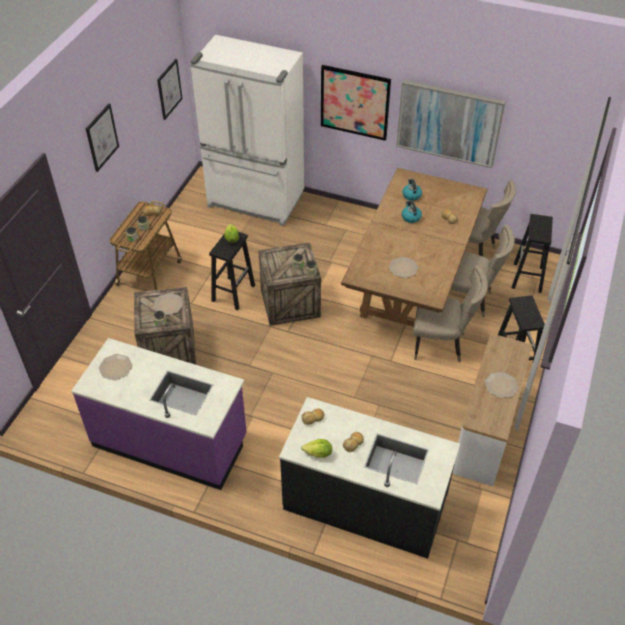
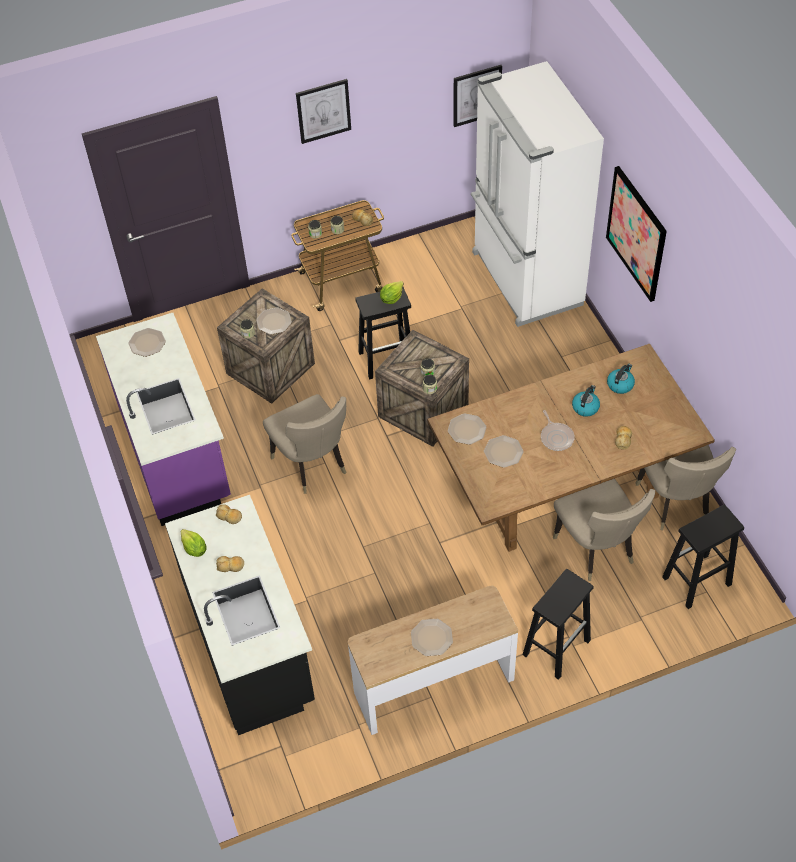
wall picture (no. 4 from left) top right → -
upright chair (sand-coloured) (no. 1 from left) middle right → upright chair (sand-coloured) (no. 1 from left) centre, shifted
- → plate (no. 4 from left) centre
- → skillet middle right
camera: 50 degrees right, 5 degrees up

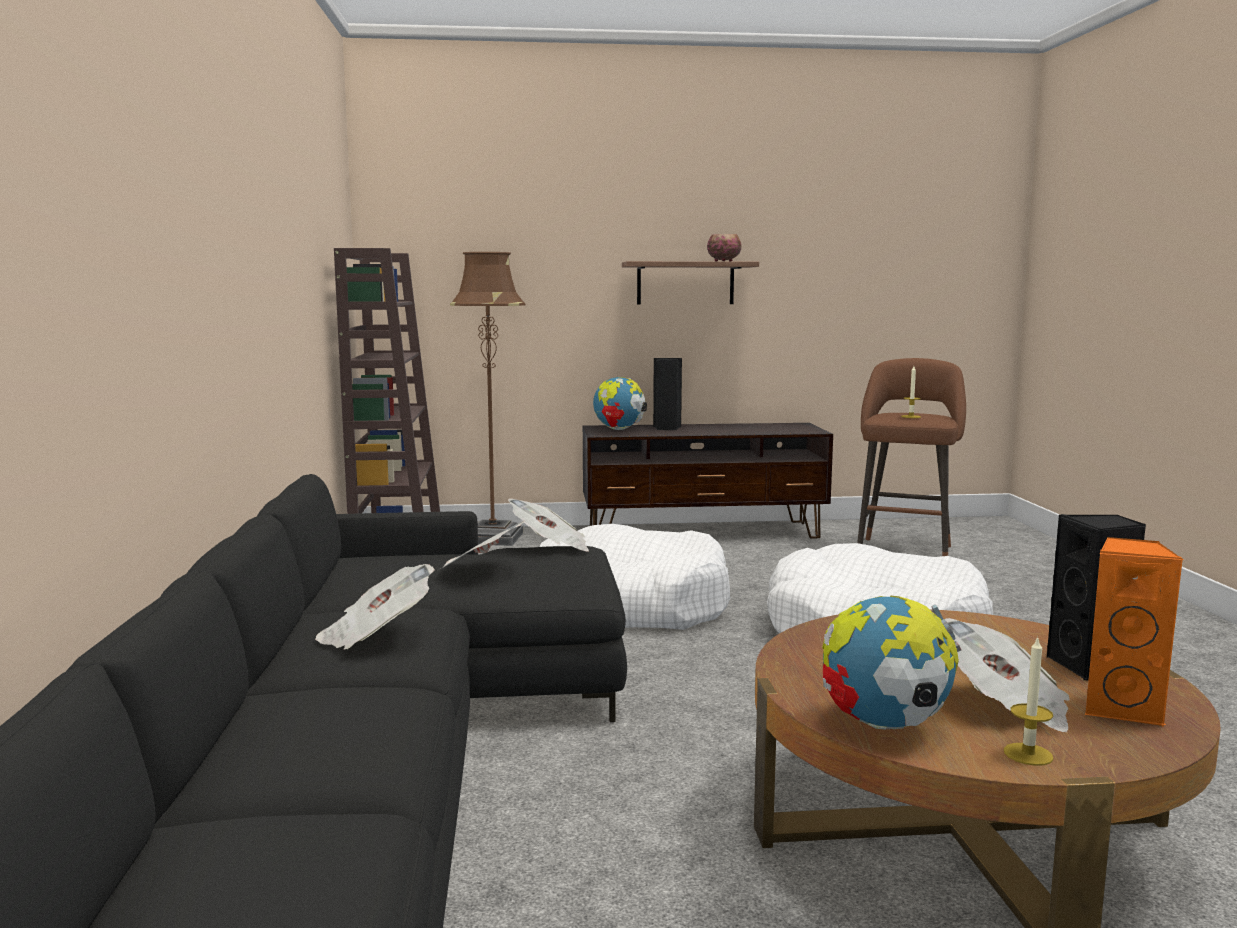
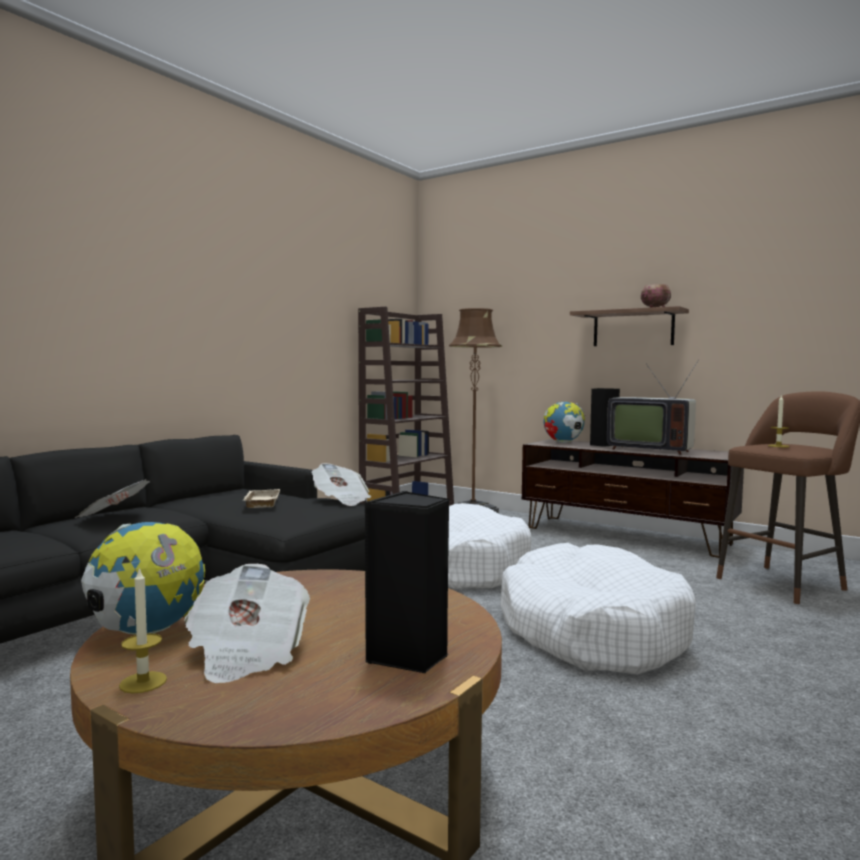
daily paper (no. 2 from left) centre → serving tray (sand-coloured) middle left
audio speaker (orange-coloured) bottom right → -
- → TV set middle right
camera: 40 degrees right, 5 degrees down

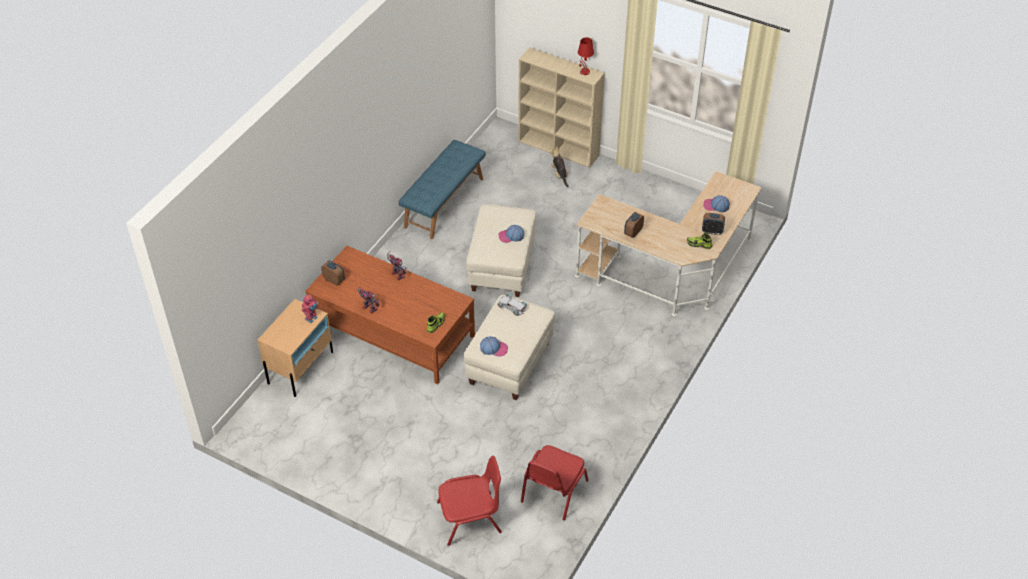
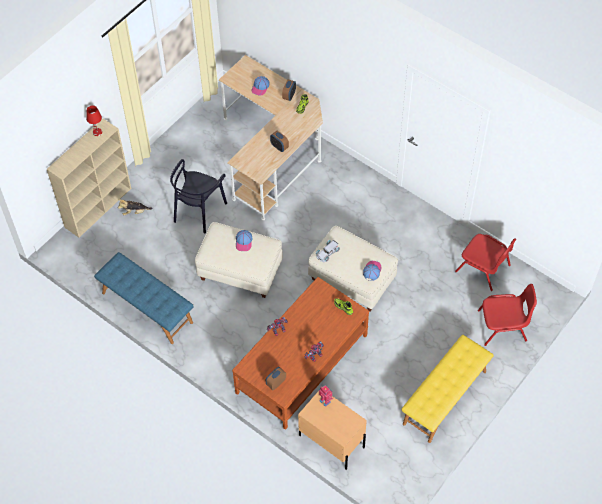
upright chair (red) (no. 1 from left in the first image) bottom centre → upright chair (red) (no. 2 from left) middle right, 90 degrees clockwise
- → upright chair (black-coloured) middle left
- → long seat (yellow) bottom right
camera: 80 degrees left, 10 degrees up

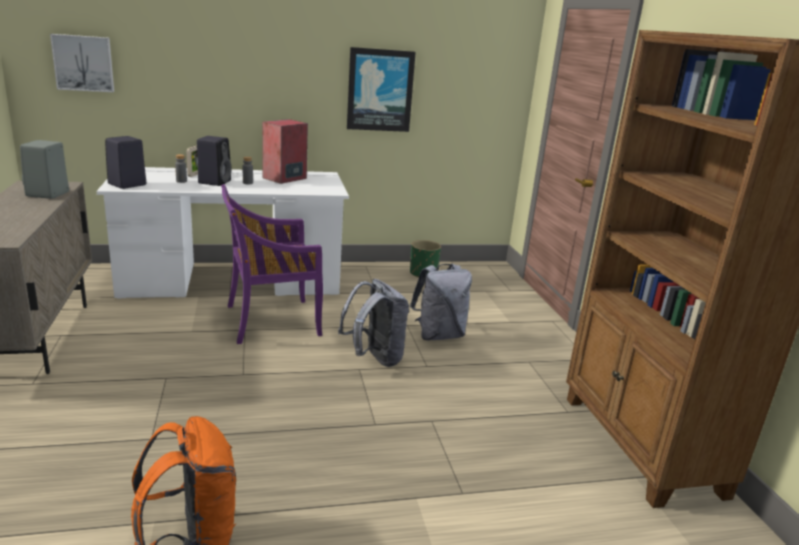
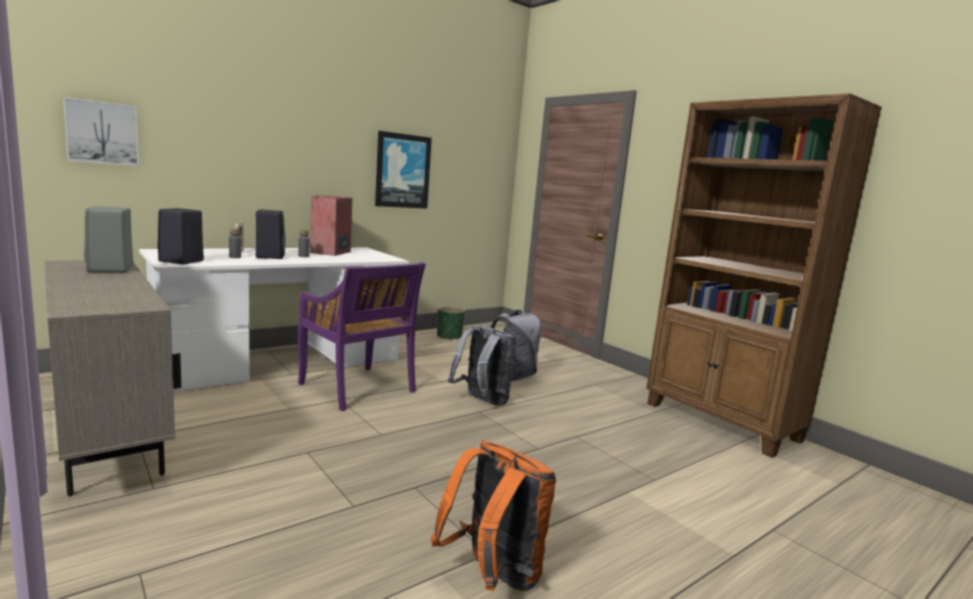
upright chair (purple) centre, 90 degrees counterclockwise
camera: 25 degrees left, 10 degrees down

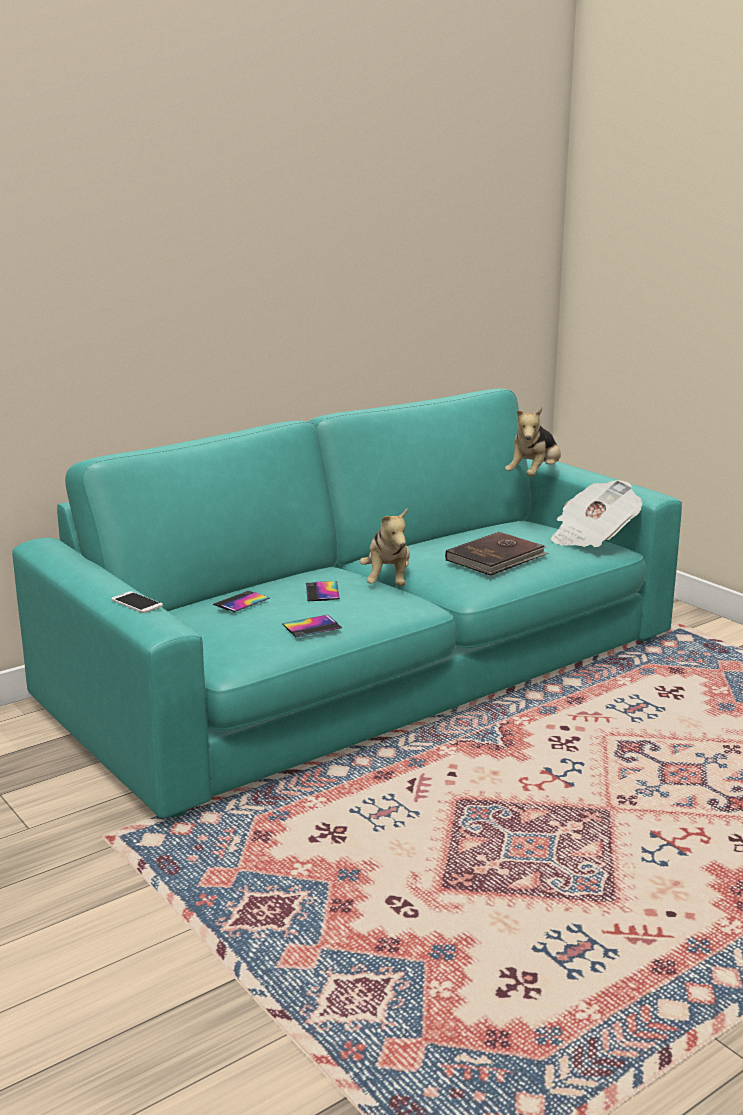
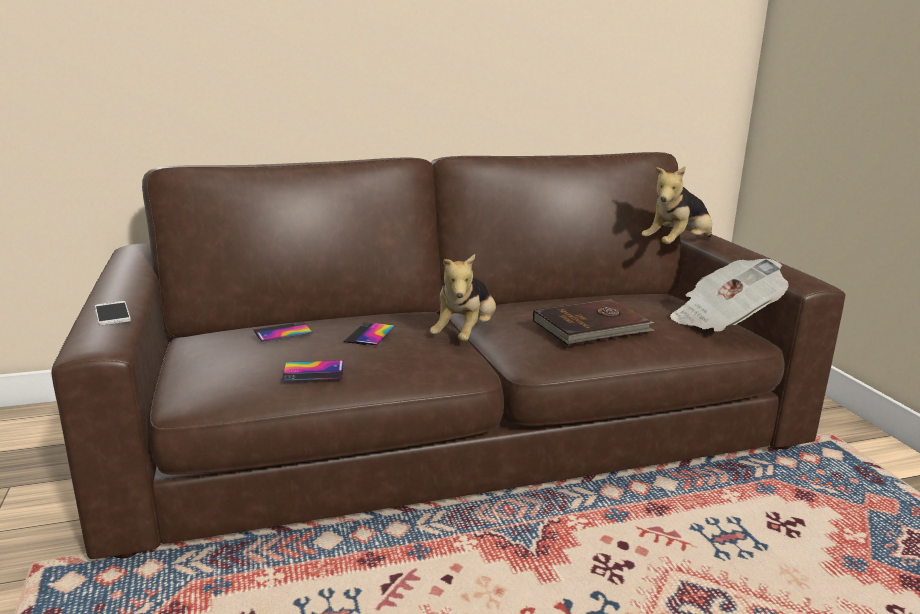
sofa (turquoise) centre → sofa (brown) centre
camera: 20 degrees right, 0 degrees up

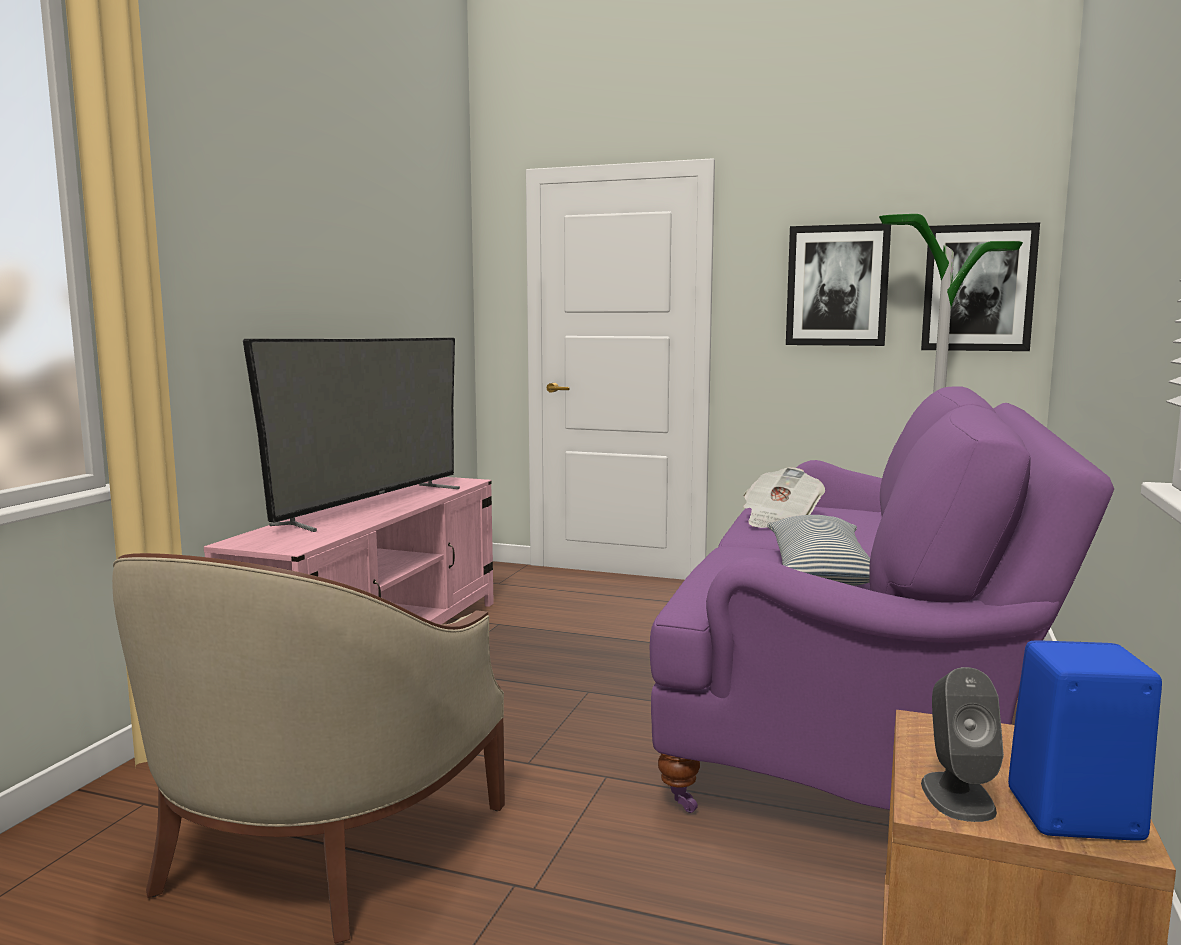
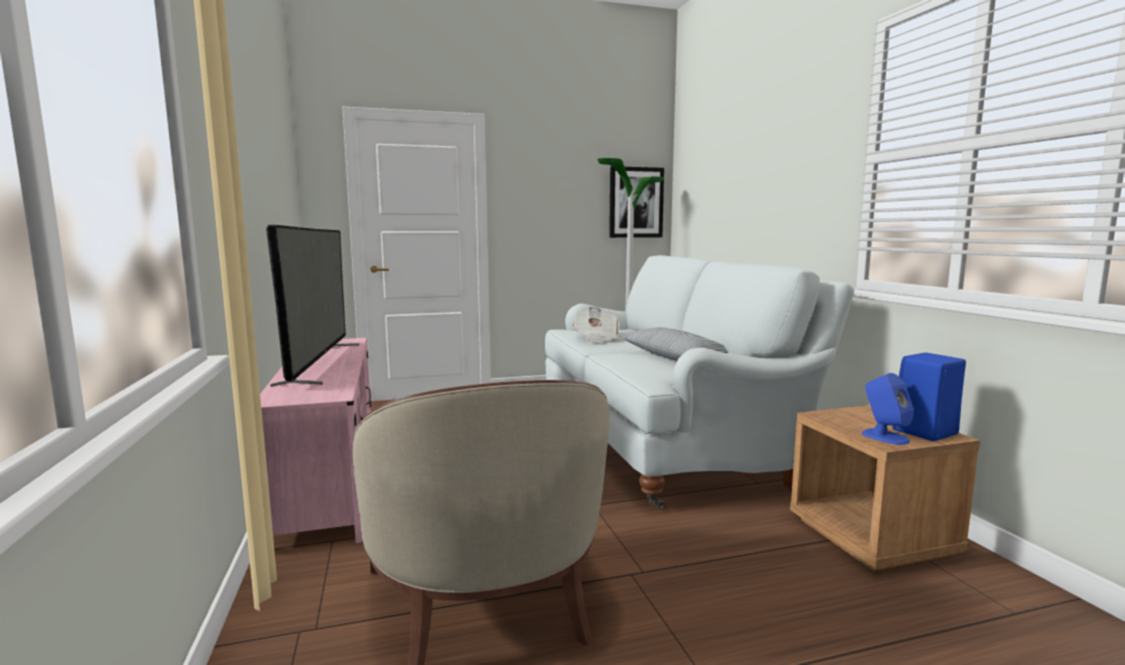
sofa (purple) middle right → sofa (whitish) centre
wall picture (no. 1 from left) top right → -
audio speaker (grey) bottom right → audio speaker (blue) (no. 1 from left) middle right
camera: 35 degrees left, 0 degrees up

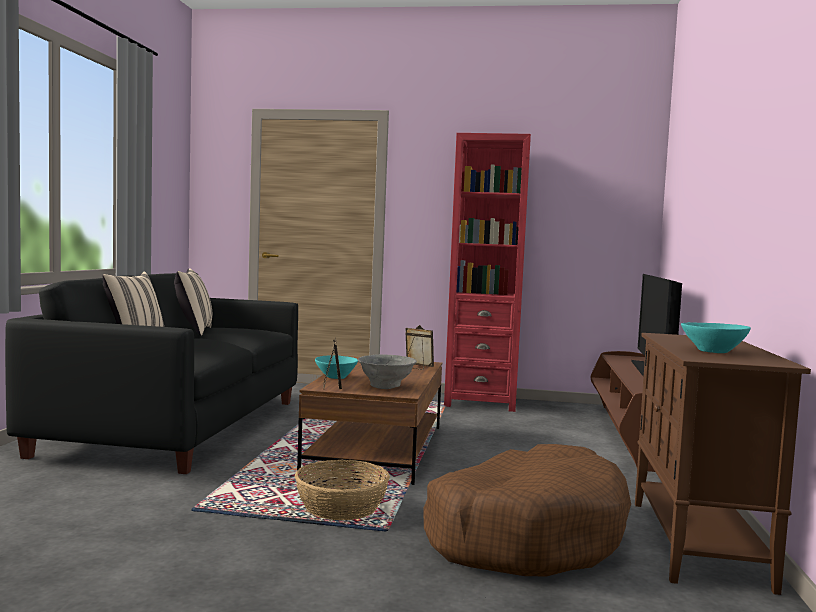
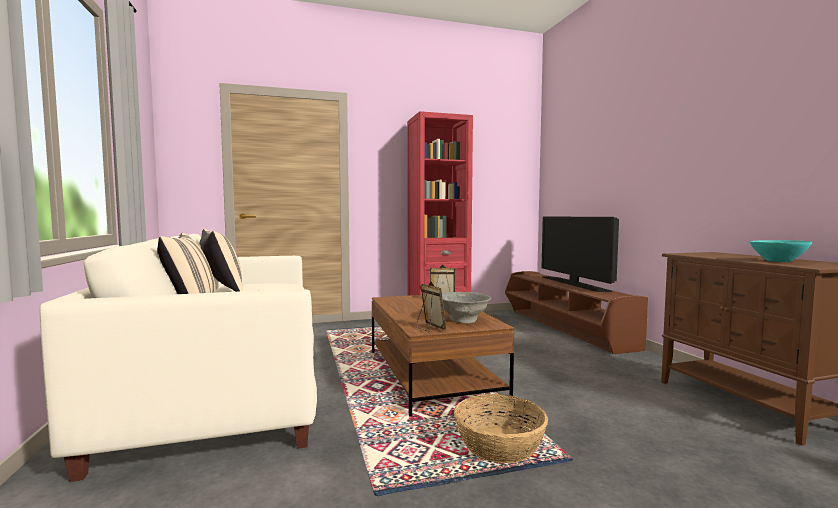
sofa (black-coloured) middle left → sofa (whitish) bottom left
deep dish (turquoise) (no. 1 from left) centre → -
dog cushion (brown) bottom centre → -
camera: 25 degrees left, 0 degrees up

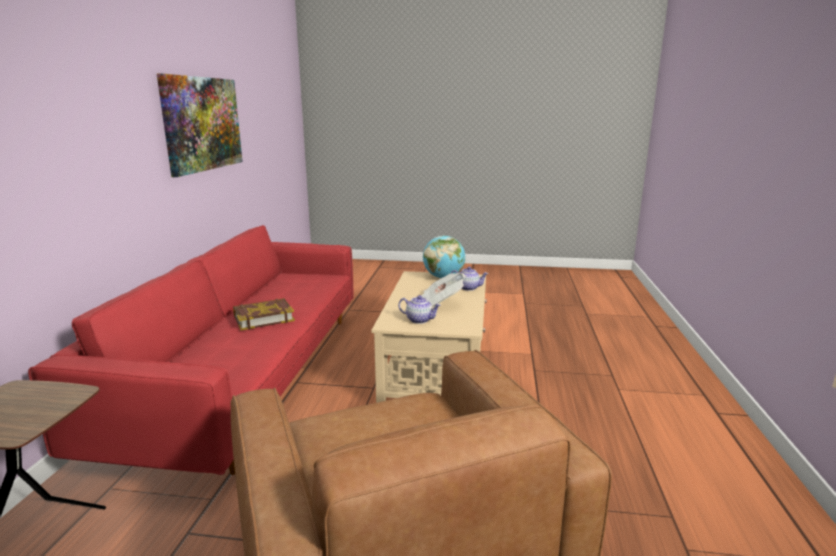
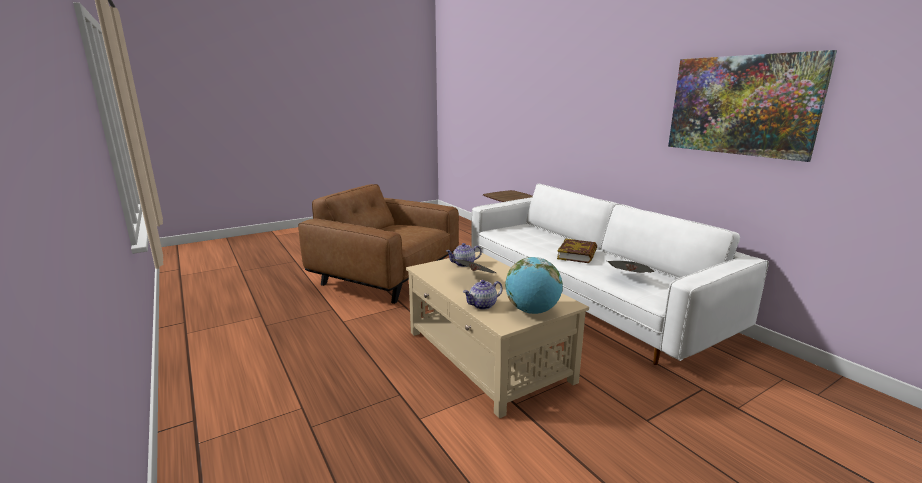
sofa (red) middle left → sofa (whitish) middle right
- → daily paper (no. 2 from left) middle right
camera: 140 degrees right, 0 degrees up

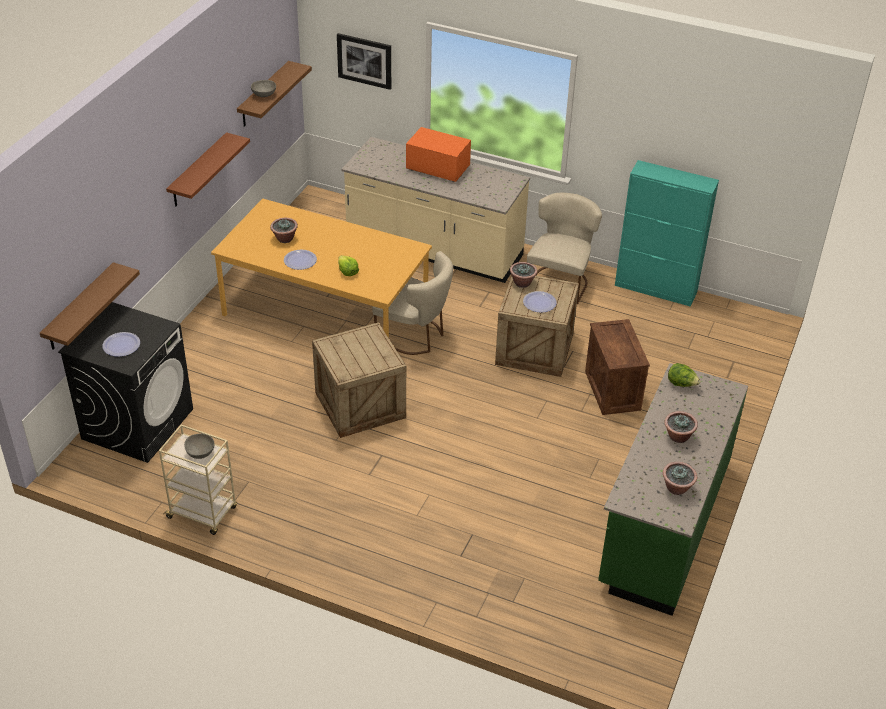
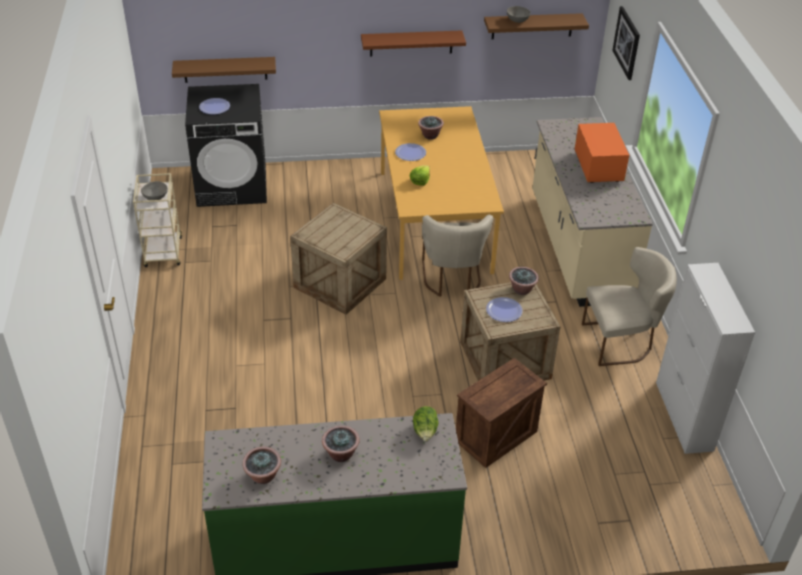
storage cabinet (turquoise) top right → storage cabinet (whitish) middle right
camera: 60 degrees right, 0 degrees up

